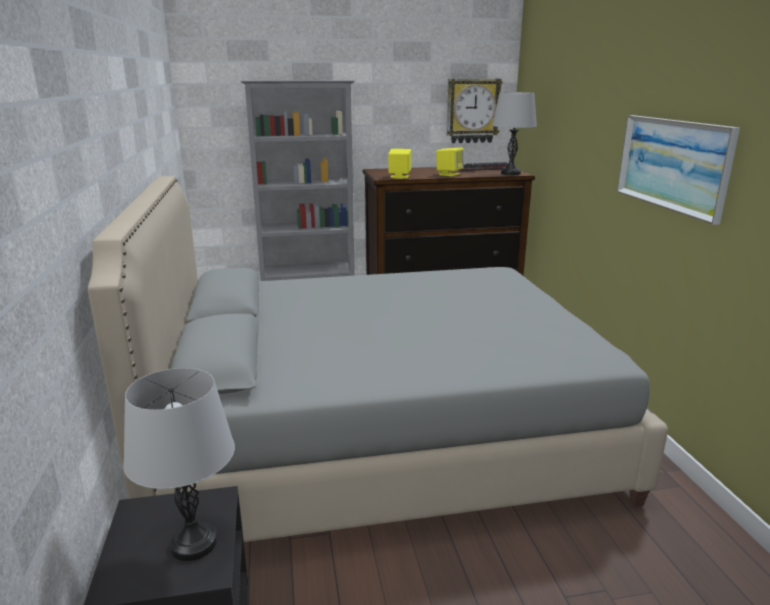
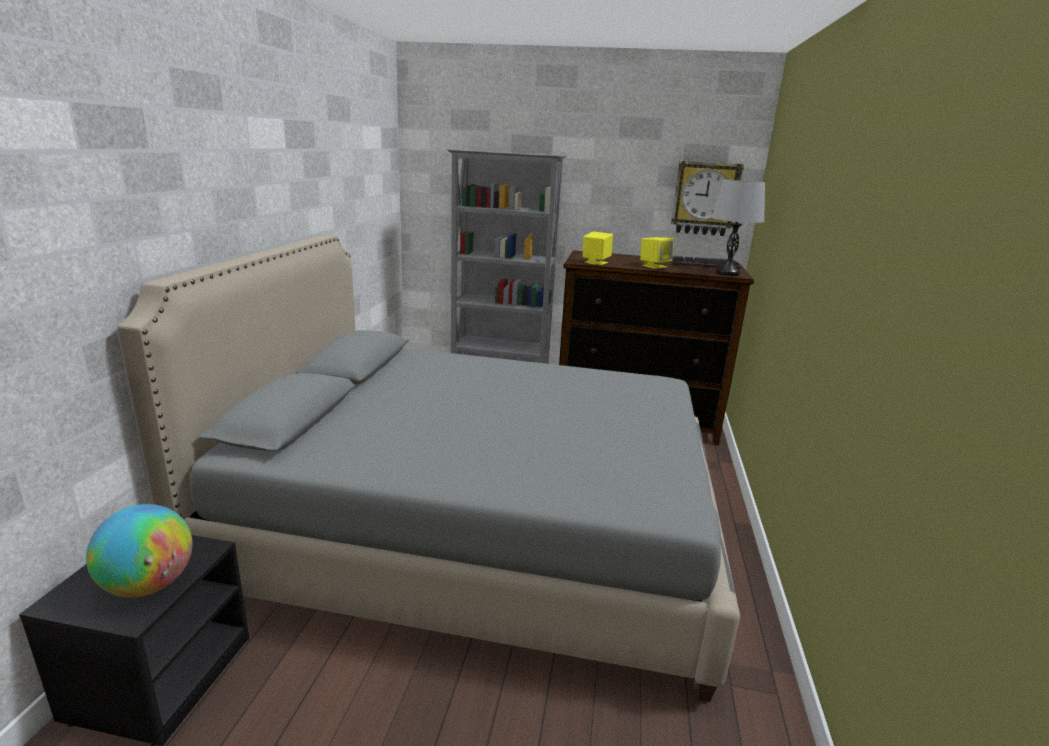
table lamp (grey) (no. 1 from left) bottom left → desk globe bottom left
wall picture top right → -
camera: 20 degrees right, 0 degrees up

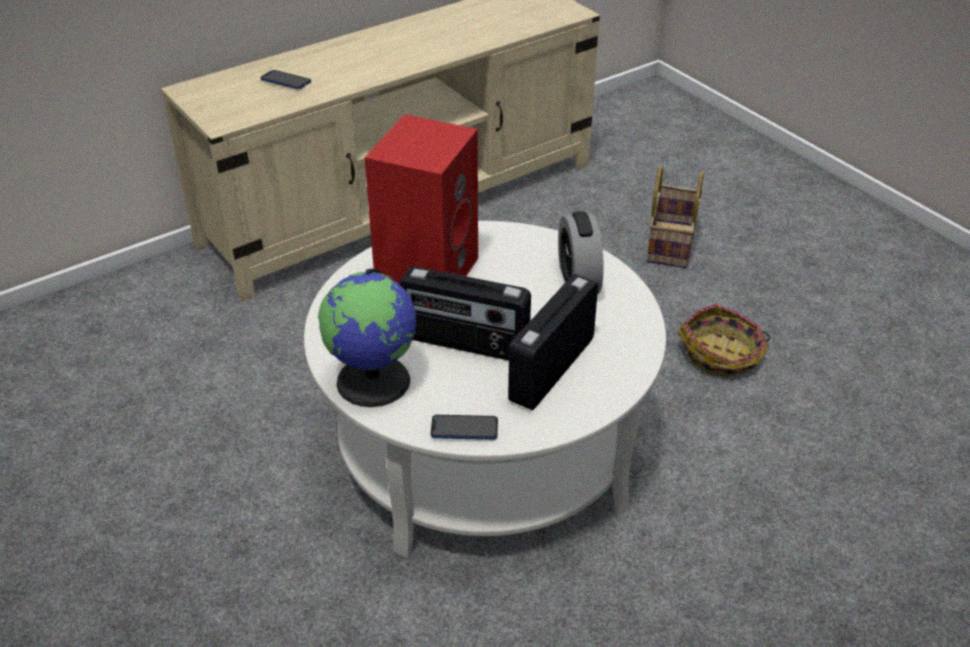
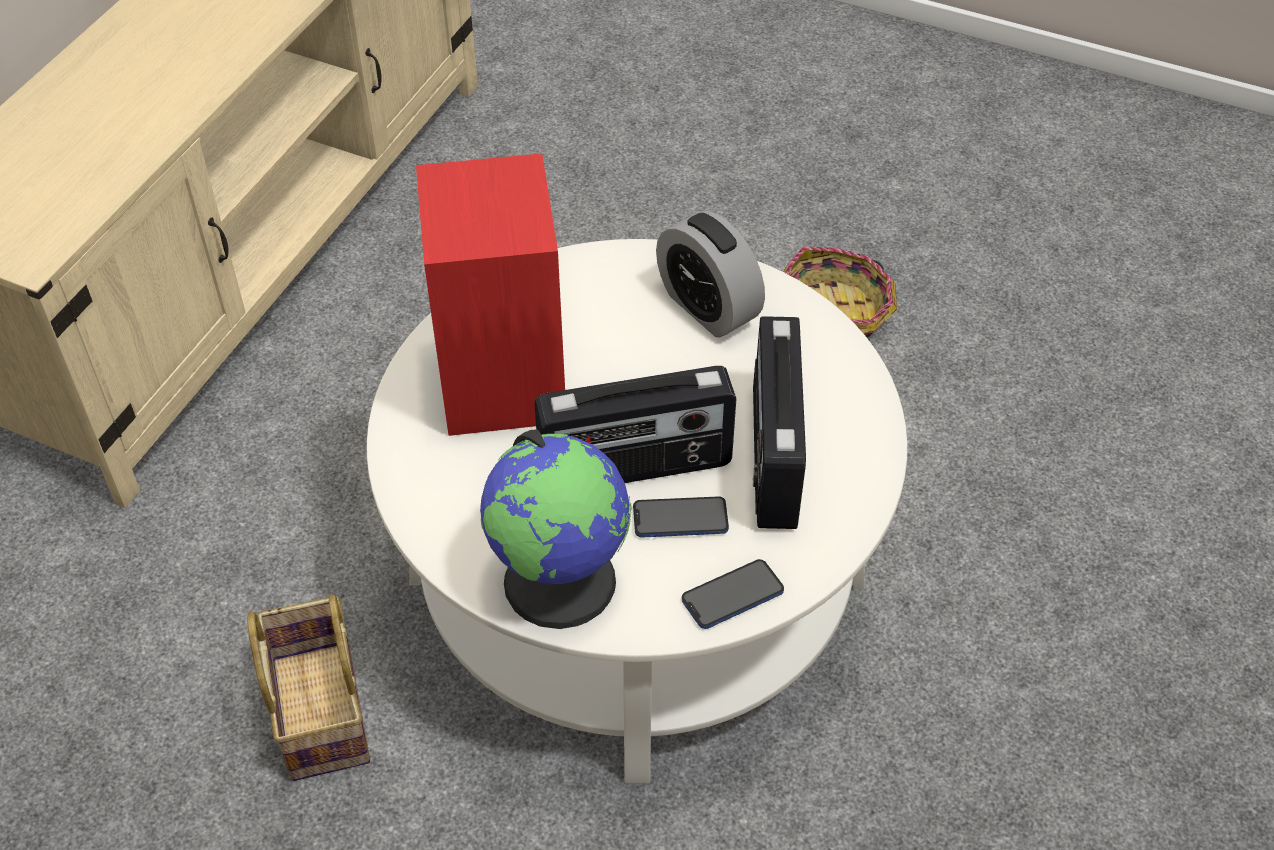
phone (no. 1 from left) top left → phone (no. 1 from left) centre, shifted
basket (no. 1 from left) middle right → basket (no. 1 from left) bottom left, shifted
camera: 30 degrees left, 10 degrees up

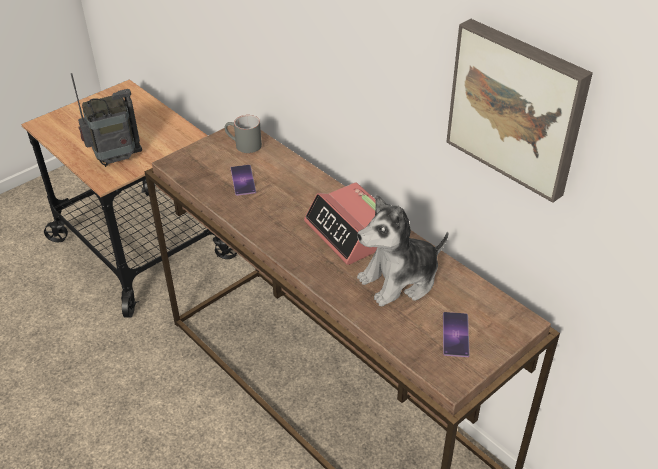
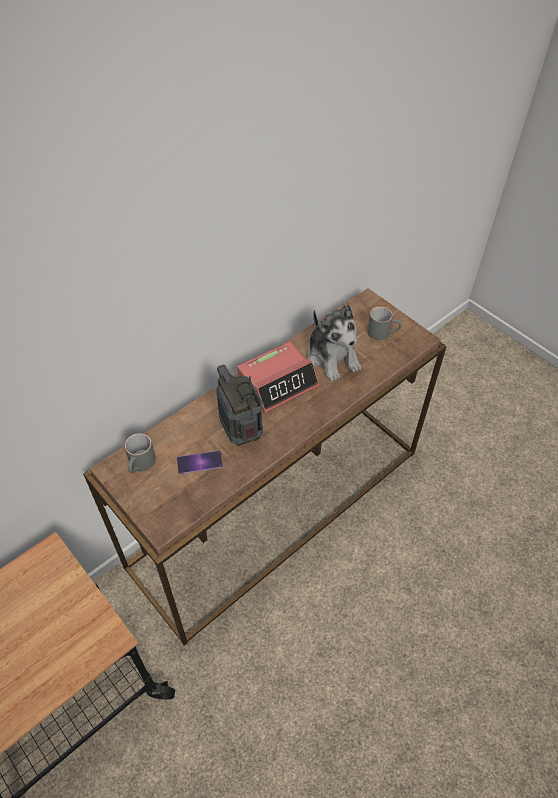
radio top left → radio centre, shifted
phone (no. 2 from left) bottom right → mug (grey) (no. 2 from left) middle right
wall picture top right → -
camera: 90 degrees left, 10 degrees up

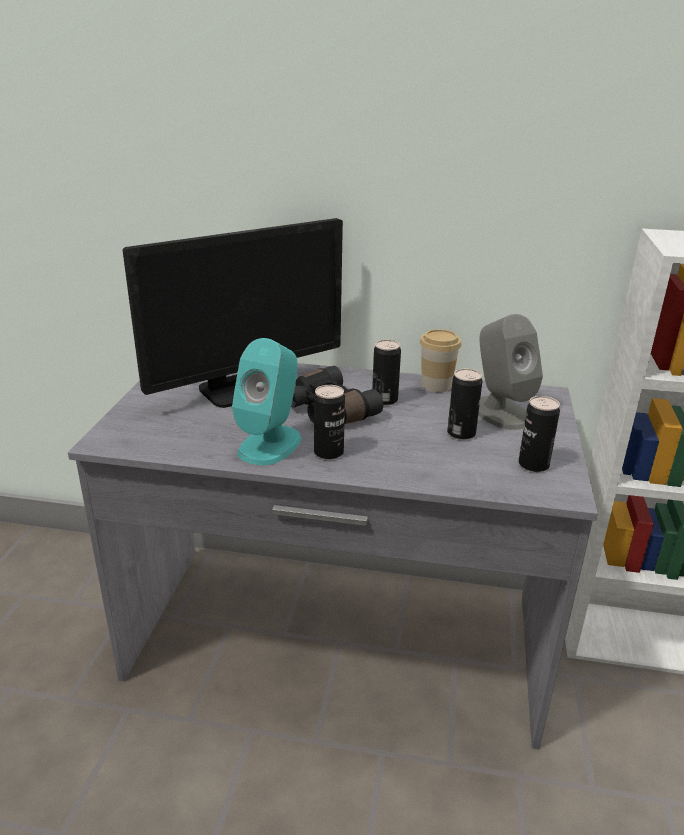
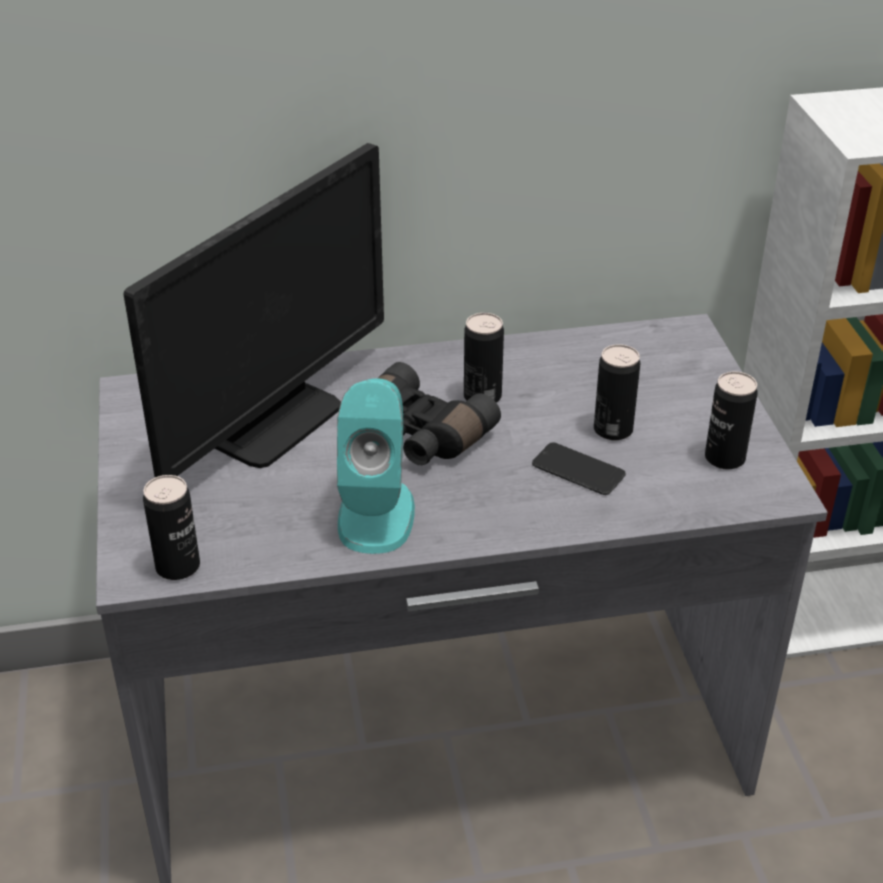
metal can (no. 1 from left) centre → metal can (no. 1 from left) middle left, shifted
drinking cup centre → -
audio speaker (grey) middle right → -
- → phone centre
camera: 20 degrees left, 10 degrees up

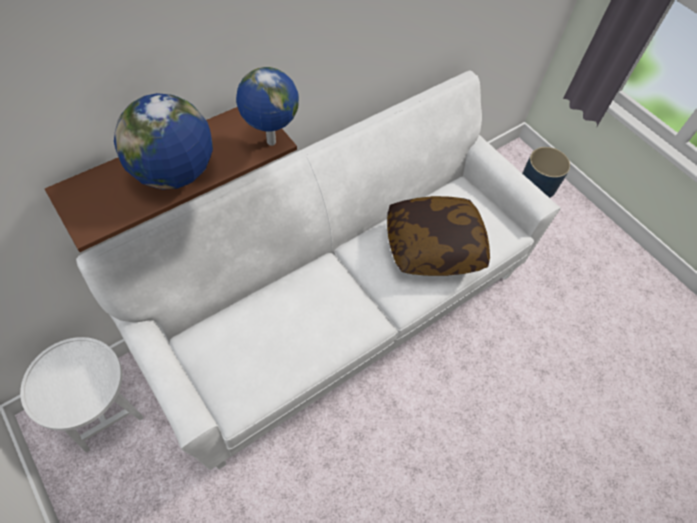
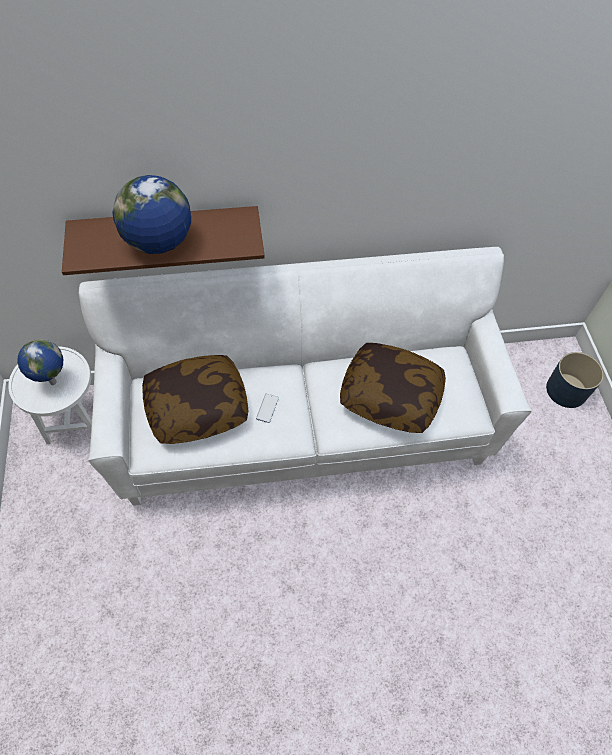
desk globe (no. 2 from left in the first image) top centre → desk globe (no. 1 from left) middle left, shifted
- → pillow (no. 1 from left) middle left
- → phone centre
camera: 30 degrees right, 0 degrees up

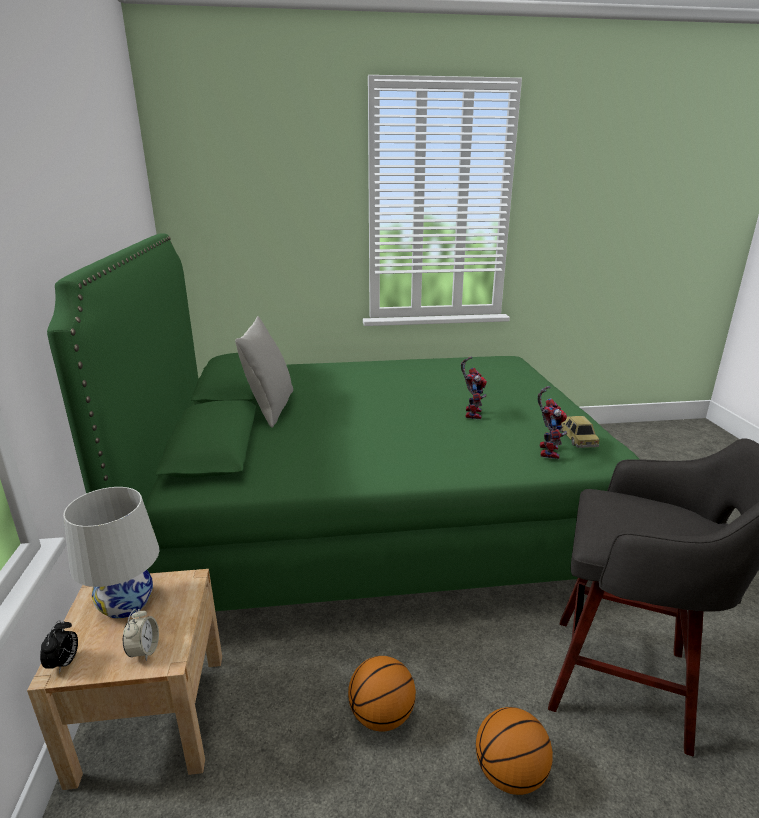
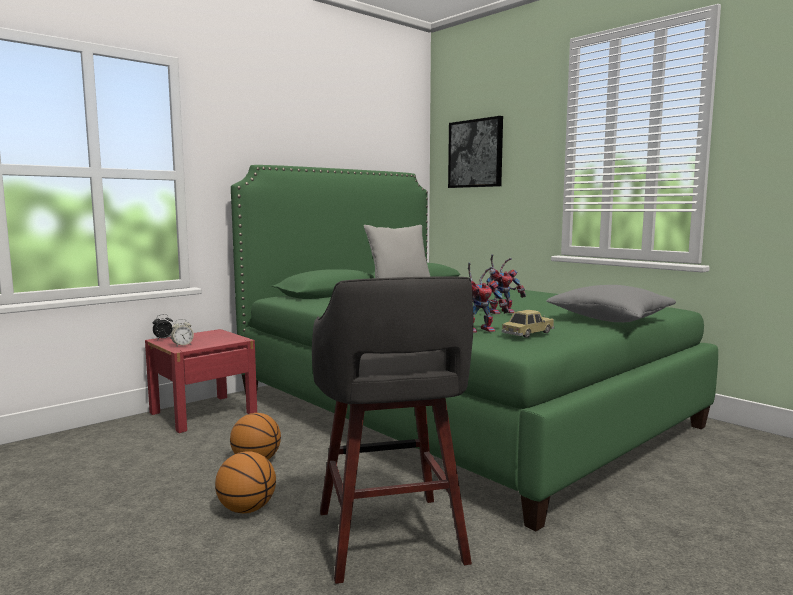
nightstand (sand-coloured) bottom left → nightstand (red) middle left
table lamp (whitish) bottom left → -
- → wall picture top centre
- → pillow (grey) (no. 2 from left) middle right
camera: 55 degrees right, 15 degrees down

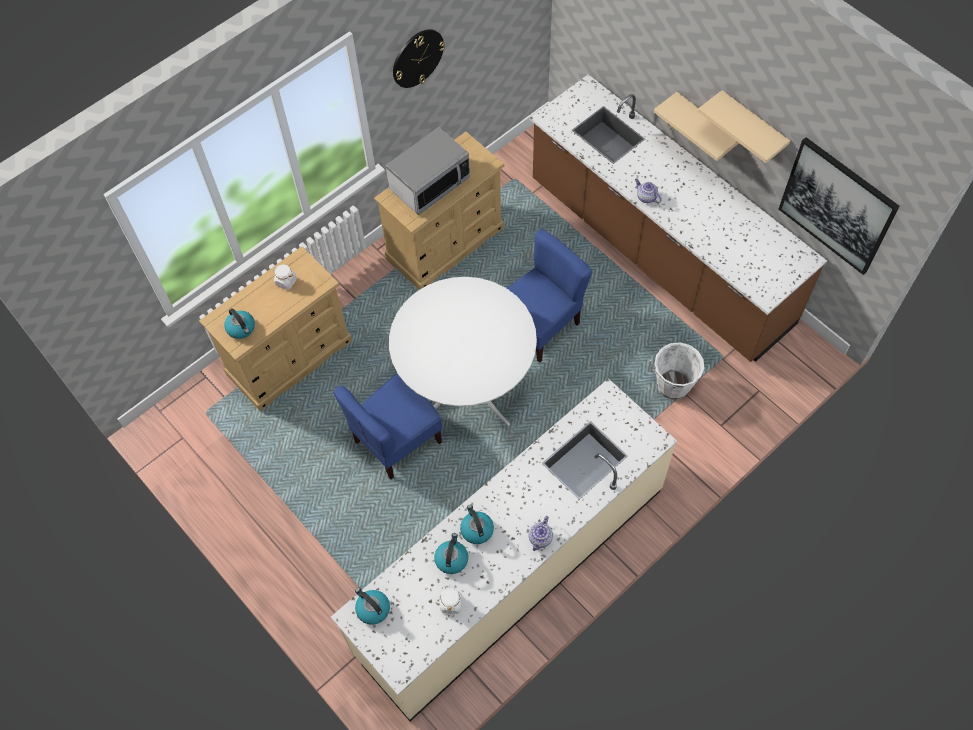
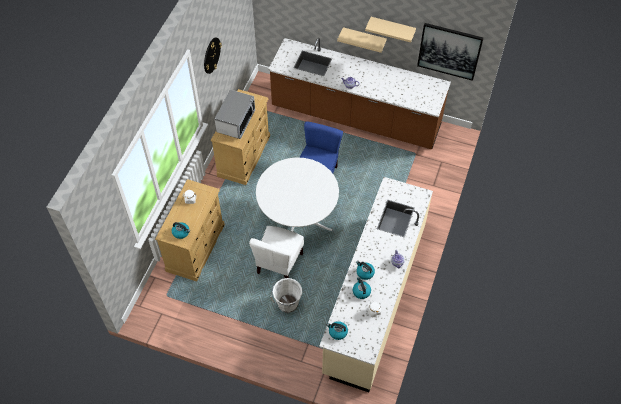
upright chair (blue) (no. 1 from left) centre → upright chair (whitish) centre
bucket (whitish) middle right → bucket (whitish) bottom centre, shifted
camera: 30 degrees left, 5 degrees down

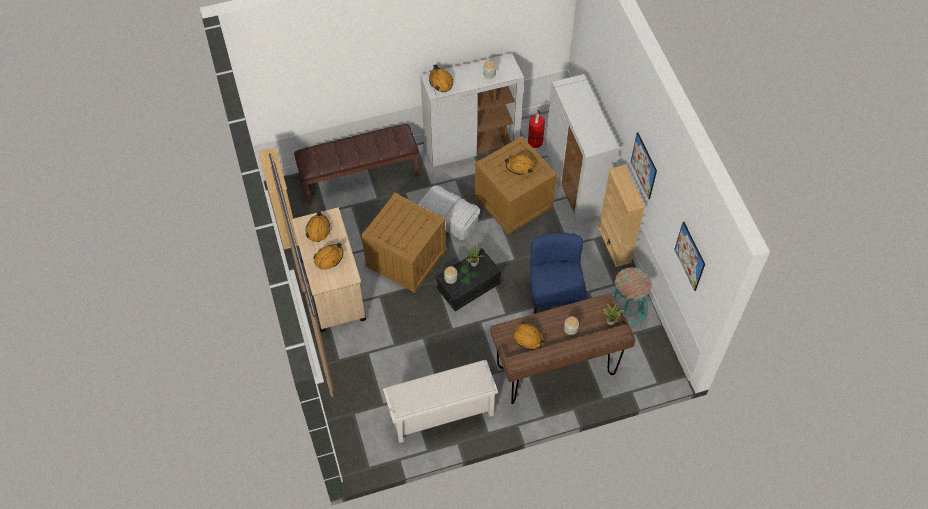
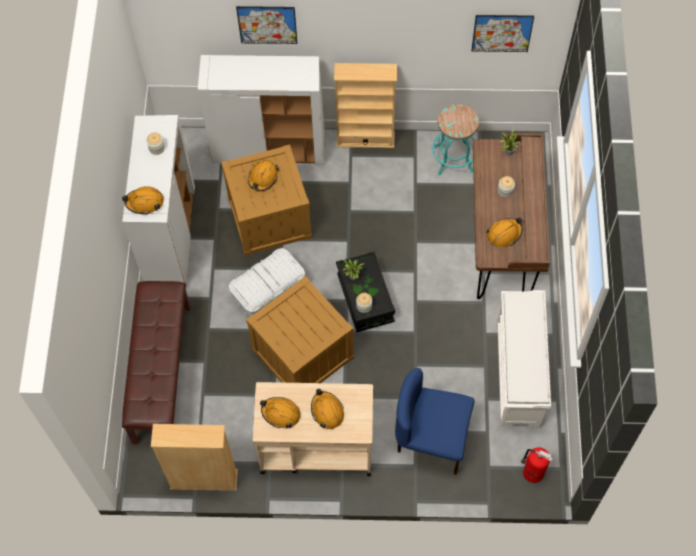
fire extinguisher top centre → fire extinguisher bottom right, shifted
upright chair (blue) centre → upright chair (blue) bottom centre, shifted
wall picture (no. 1 from left) top right → wall picture (no. 1 from left) top centre, shifted
camera: 70 degrees left, 5 degrees up

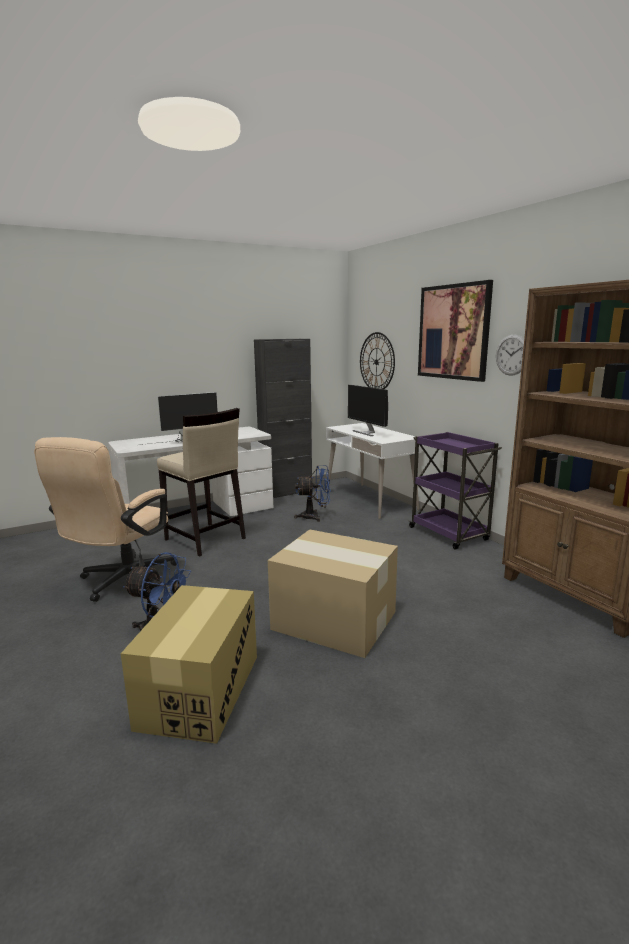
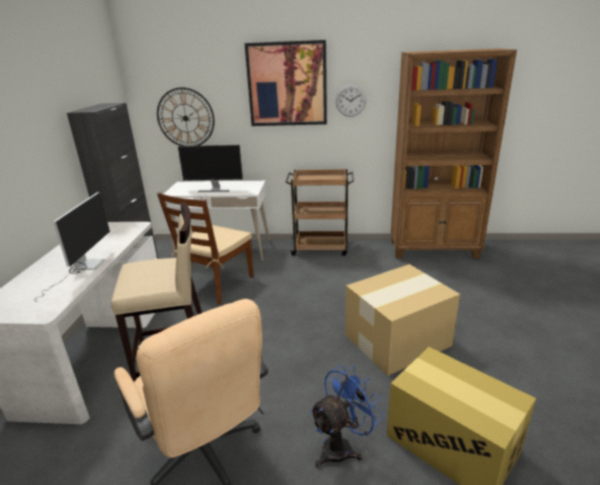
cooling fan (blue) (no. 2 from left) centre → upright chair (brown) centre
wheeled cart (purple) middle right → wheeled cart (brown) centre
camera: 55 degrees left, 10 degrees up

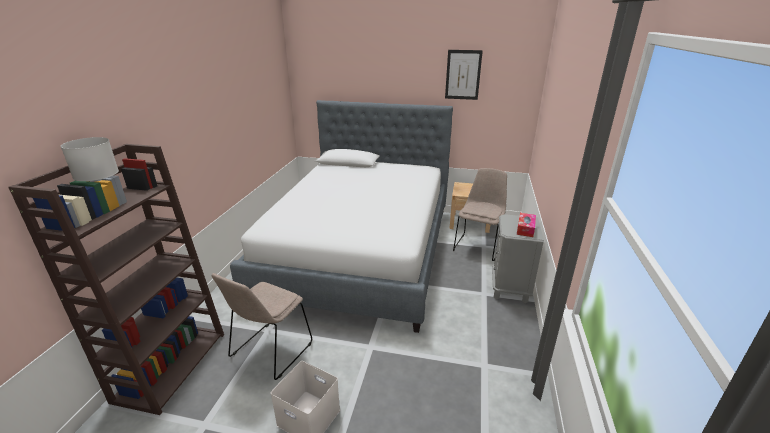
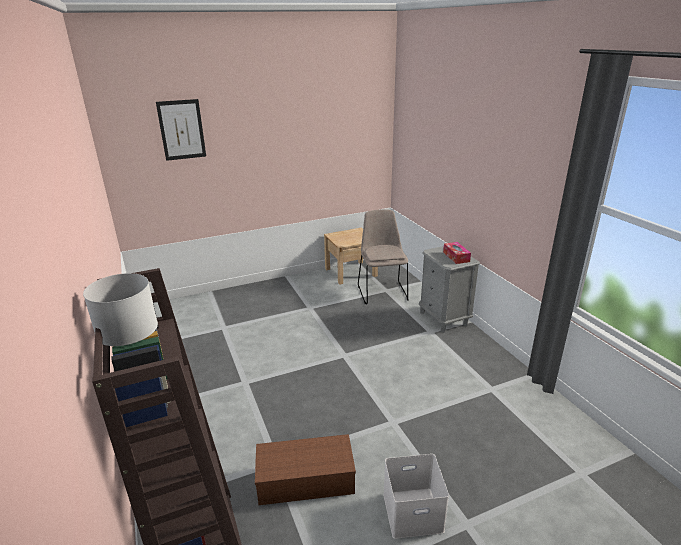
upright chair (sand-coloured) (no. 1 from left) bottom centre → storage container (brown) bottom centre
sleeping bed centre → -
wall picture top centre → wall picture top left, shifted
camera: 35 degrees left, 0 degrees up

